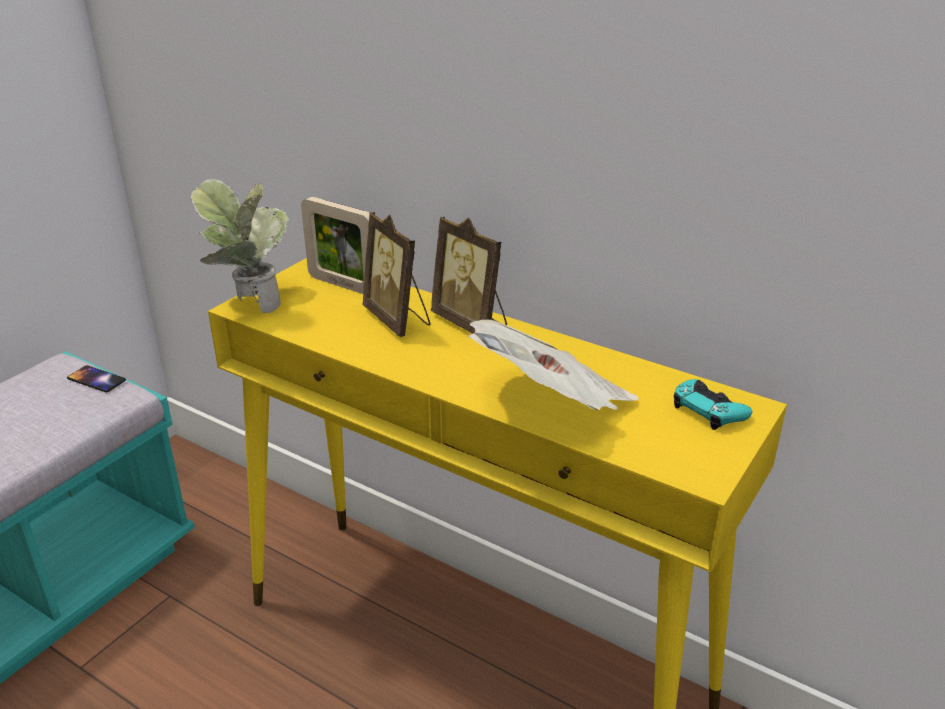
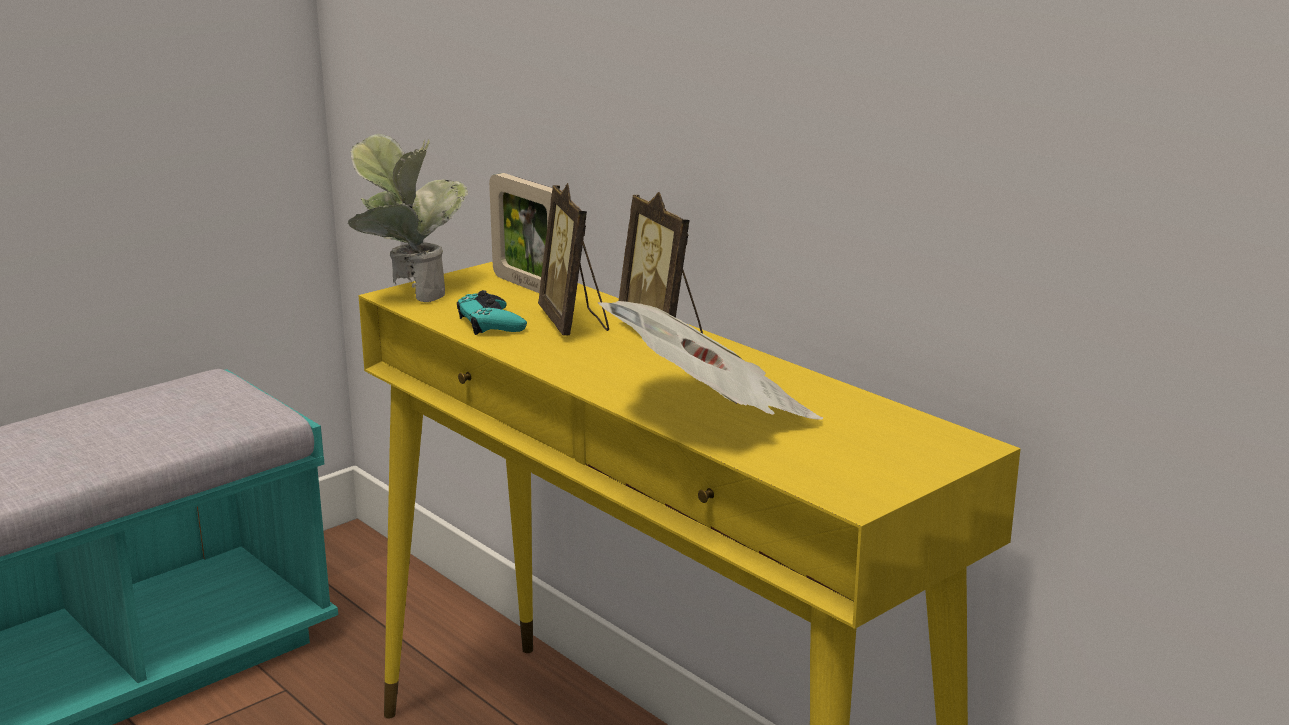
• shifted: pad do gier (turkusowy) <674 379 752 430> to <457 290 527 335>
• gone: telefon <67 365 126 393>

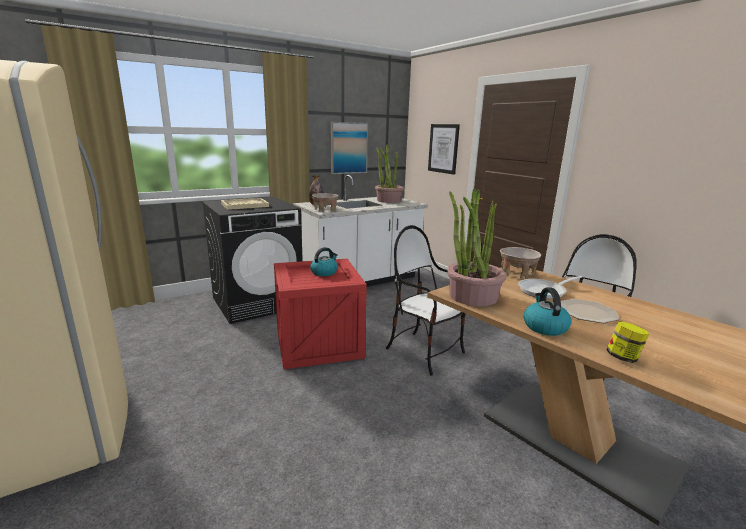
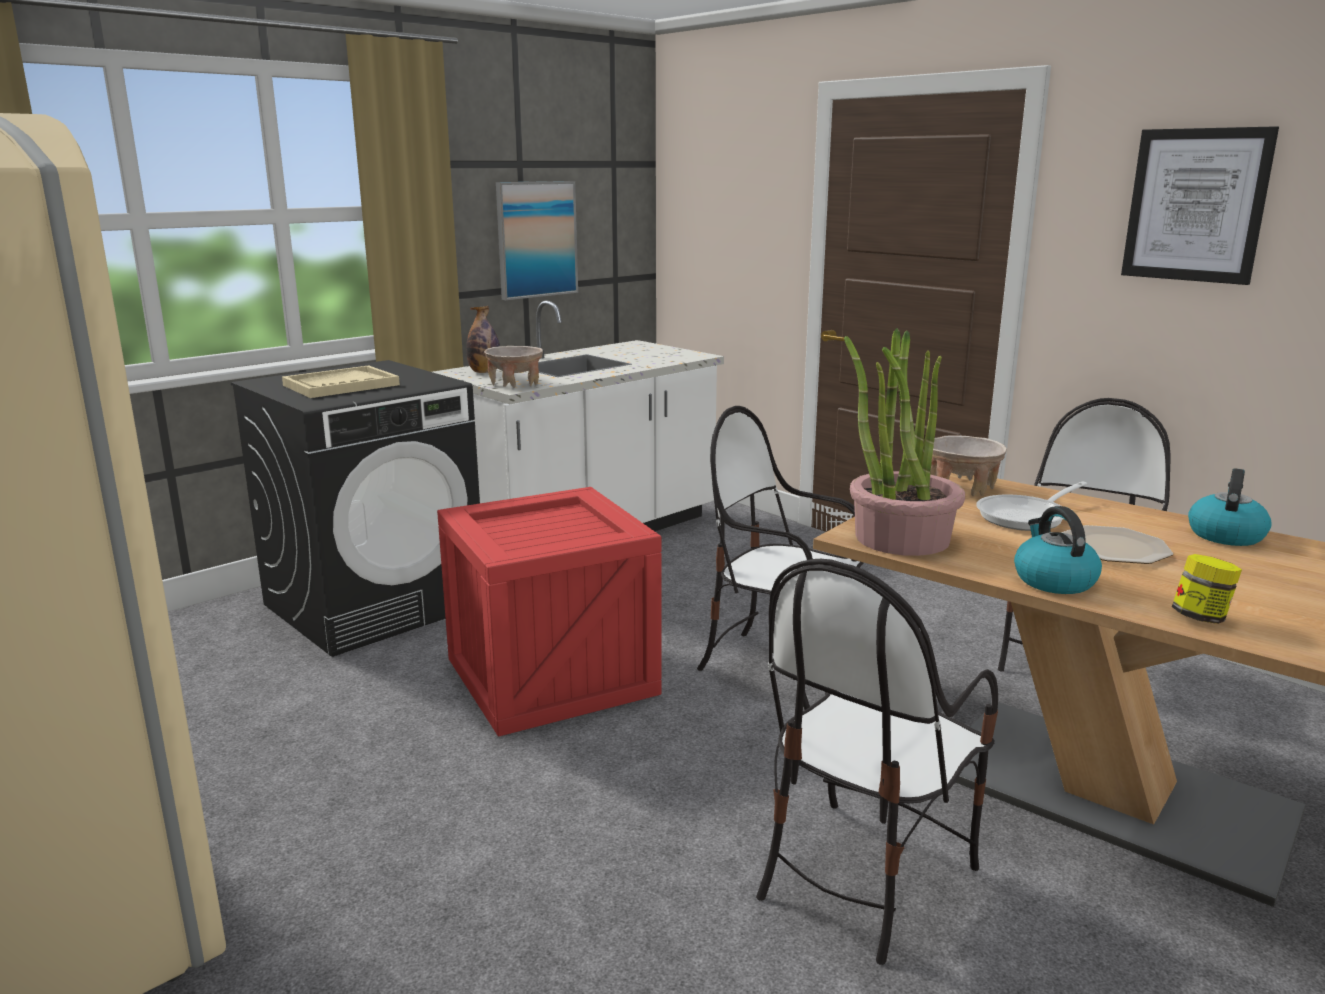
• new: krzesło <756 559 998 965>
• shifted: obraz <428 124 460 174> to <1121 126 1279 285>
• shifted: czajnik <310 247 338 276> to <1188 468 1272 546>
• gone: roślina doniczkowa <375 145 404 203>

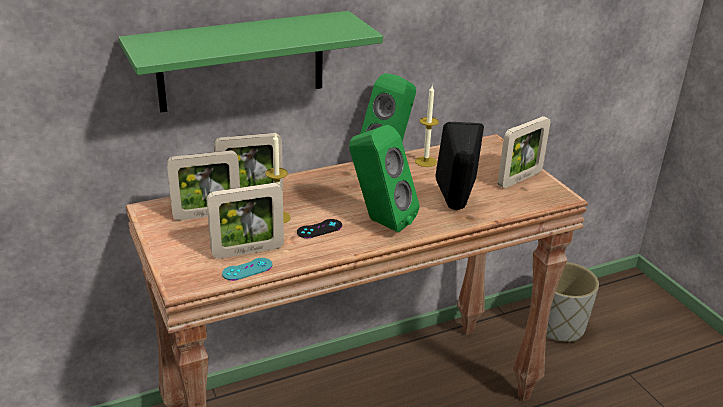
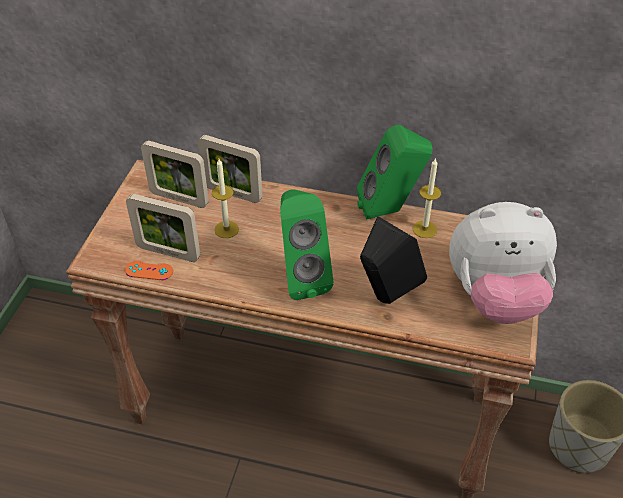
• repainted: pad do gier (turkusowy) <222 258 272 281> to pad do gier (pomarańczowy) <125 261 173 280>
• swapped: ramka na zdjęcie <498 116 550 188> to pluszak <449 202 557 324>
• gone: półka (zielony) <119 11 383 112>
• gone: pad do gier (czarny) <297 219 342 238>

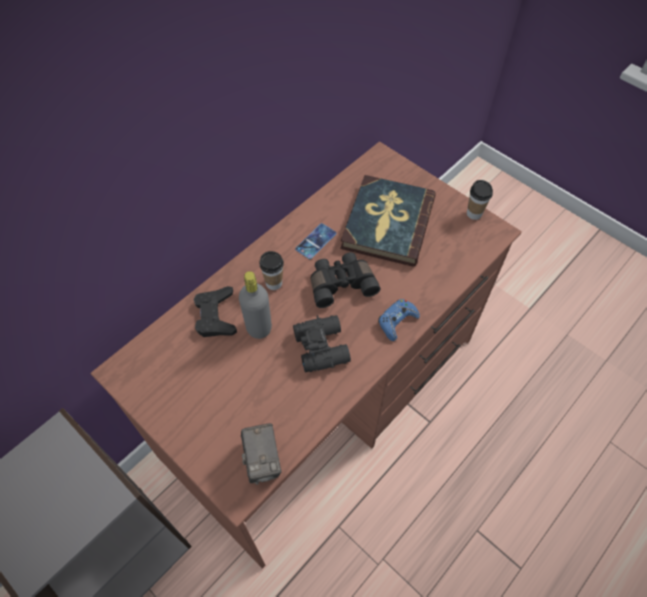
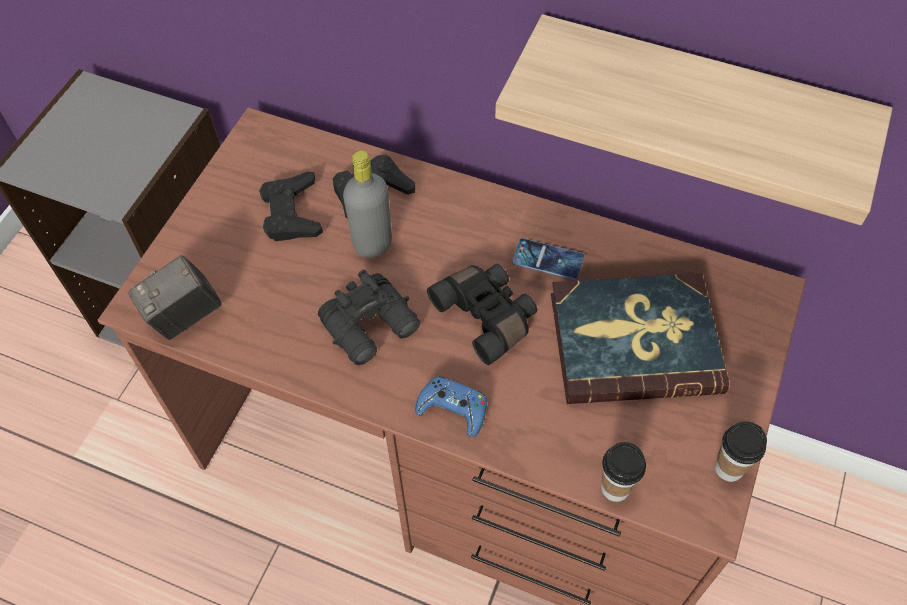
• new: pad do gier (czarny) <259 172 323 241>
• new: półka <495 14 893 225>
• shifted: filiżanka <259 251 284 290> to <601 442 646 502>

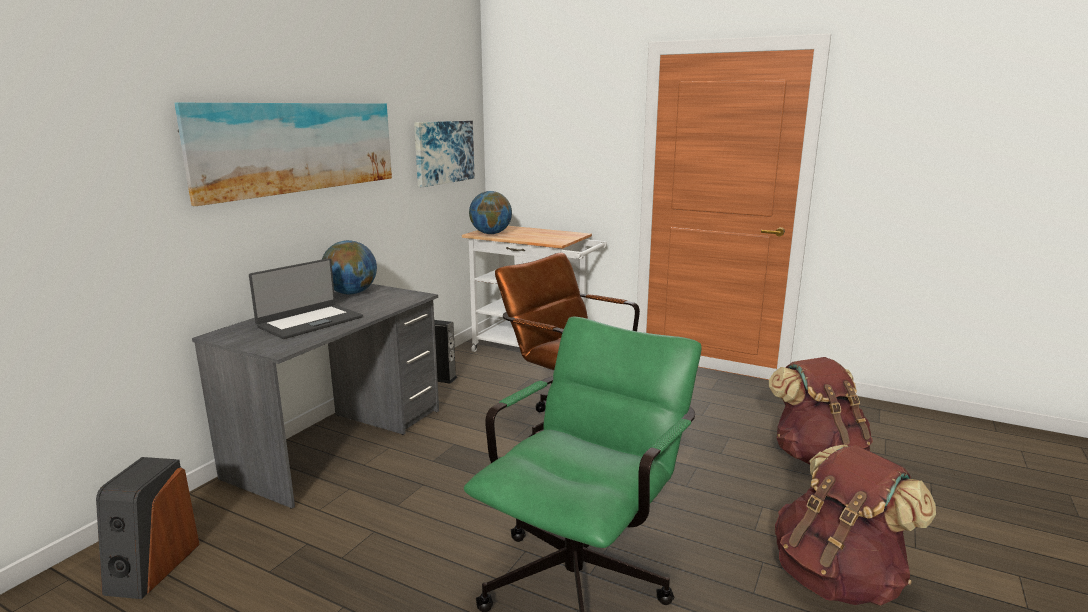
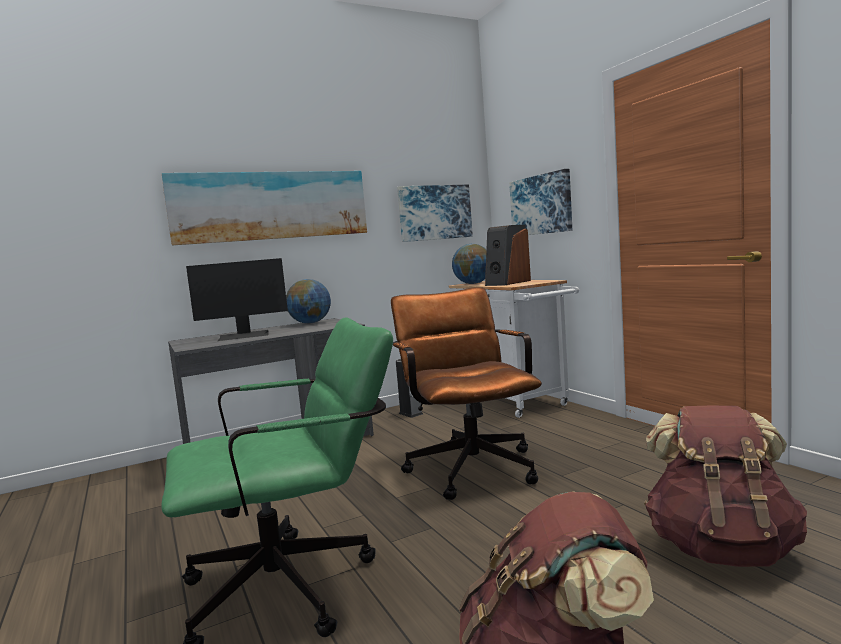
• swapped: laptop <249 258 363 339> to monitor <186 258 288 341>
• shifted: głośnik <96 457 200 599> to <485 225 531 286>
• new: obraz <509 169 572 235>

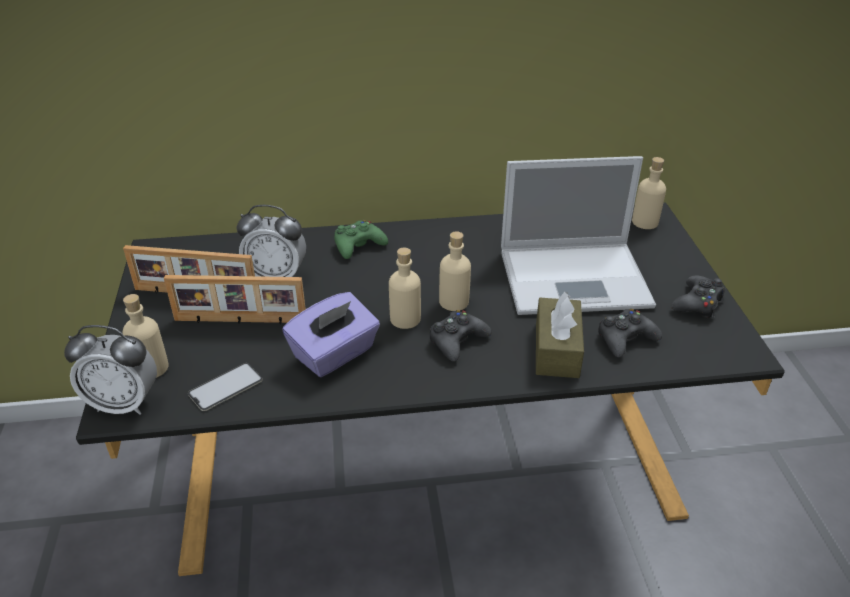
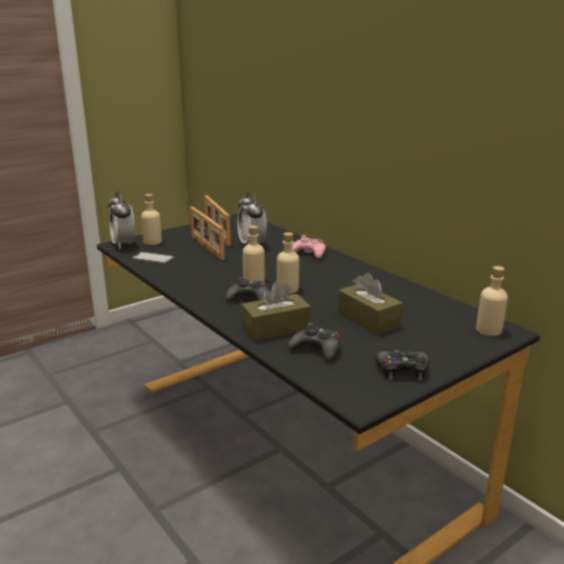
• repainted: pad do gier (zielony) <334 220 388 259> to pad do gier (różowy) <292 235 326 258>
• swapped: laptop <501 156 656 315> to pudełko chusteczek (brązowy) <338 272 403 335>
• gone: pudełko chusteczek (fioletowy) <283 292 380 377>

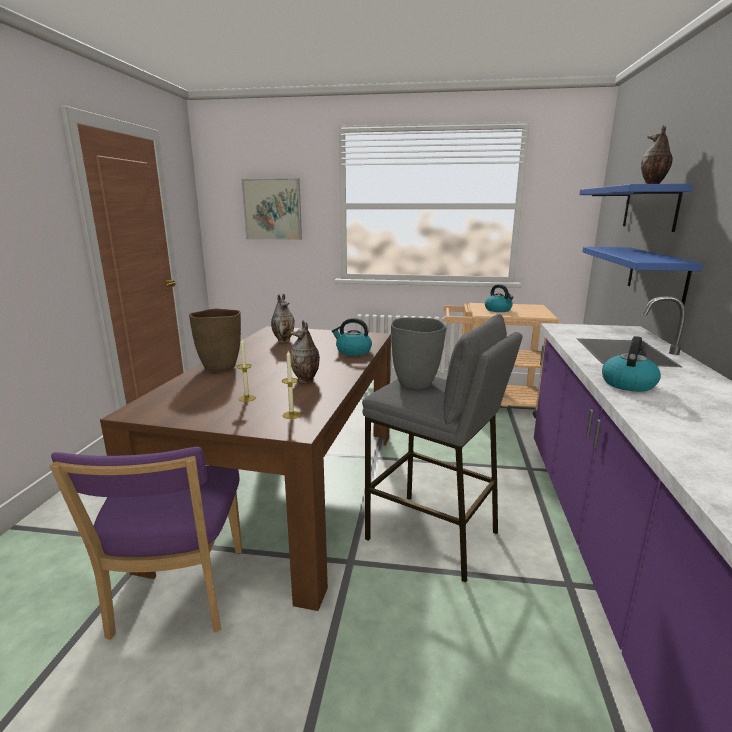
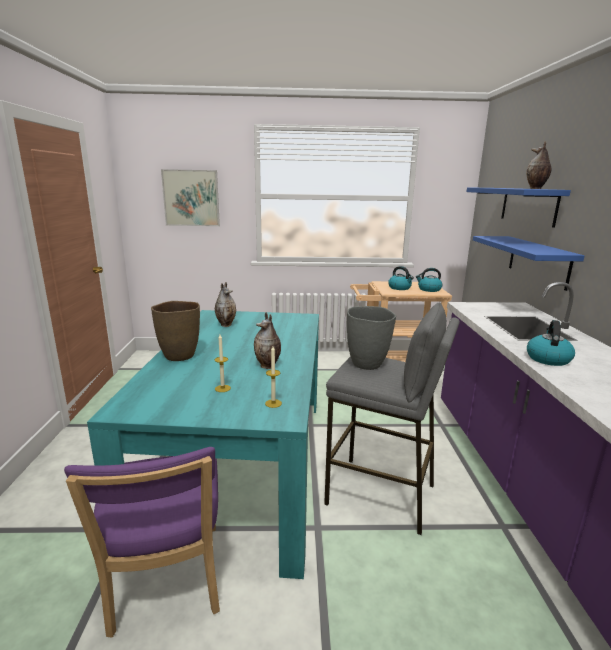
• repainted: stół jadalny (brązowy) <100 326 391 611> to stół jadalny (turkusowy) <87 310 319 579>
• shifted: czajnik <332 318 372 356> to <416 268 443 292>

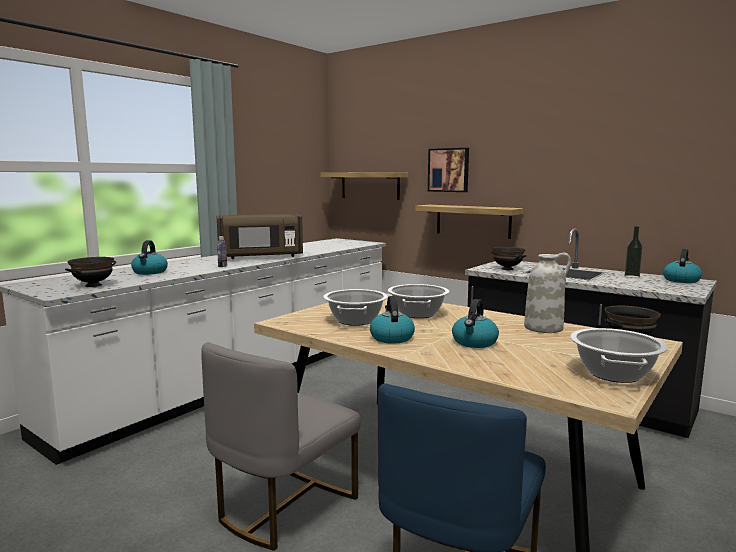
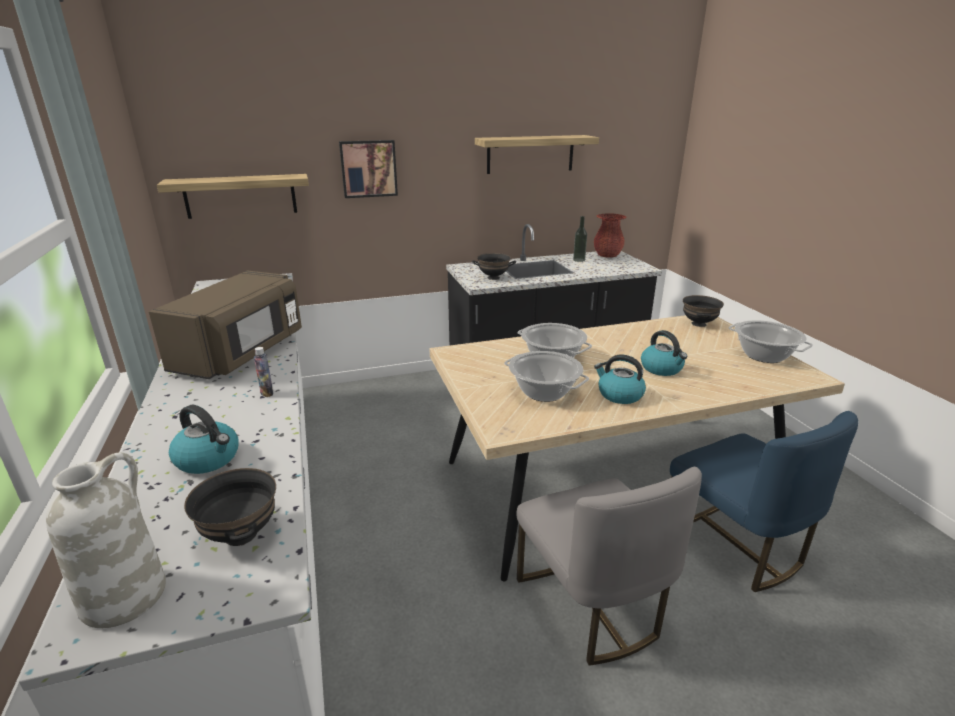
• shifted: wazon (biały) <524 253 571 333> to <46 452 166 628>
• shifted: półka <415 205 524 239> to <475 135 599 174>
• swapped: czajnik <663 249 702 283> to wazon (czerwony) <593 214 626 258>

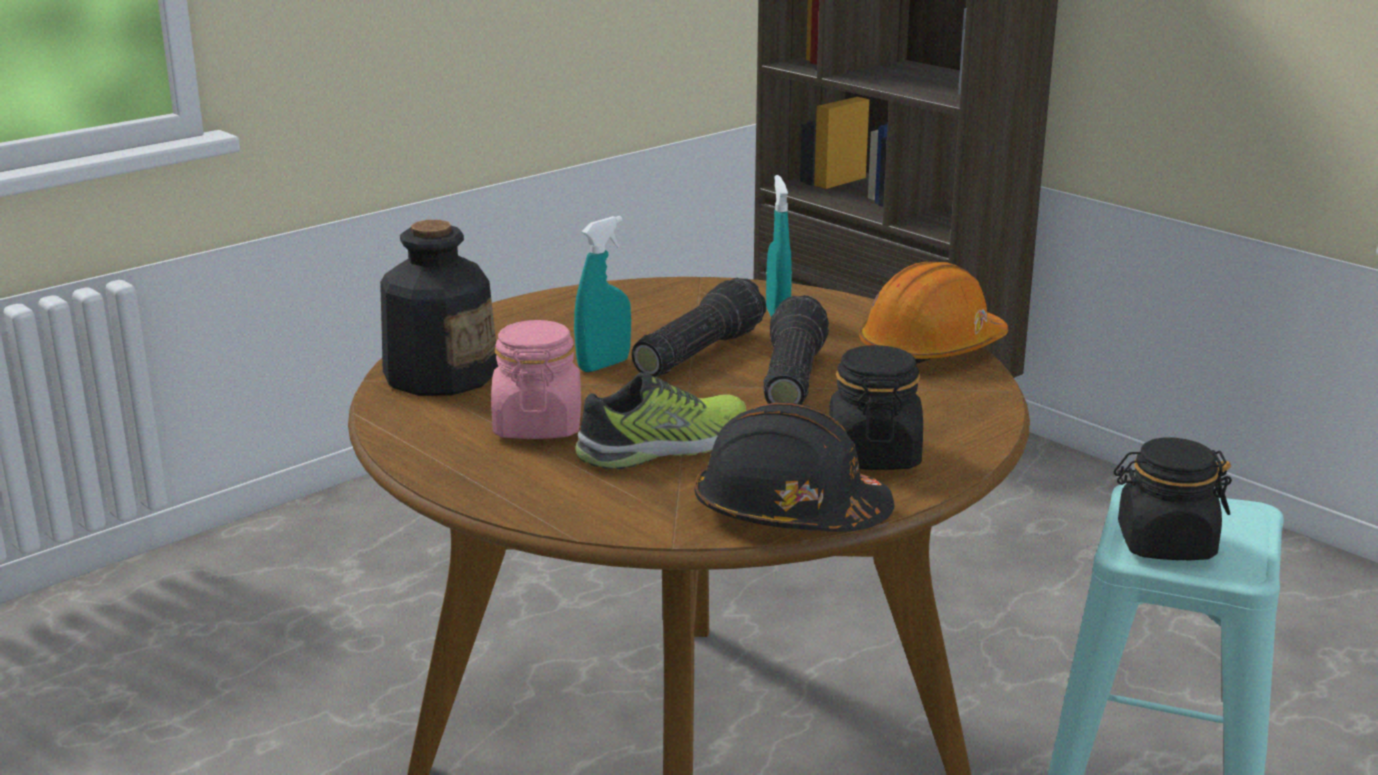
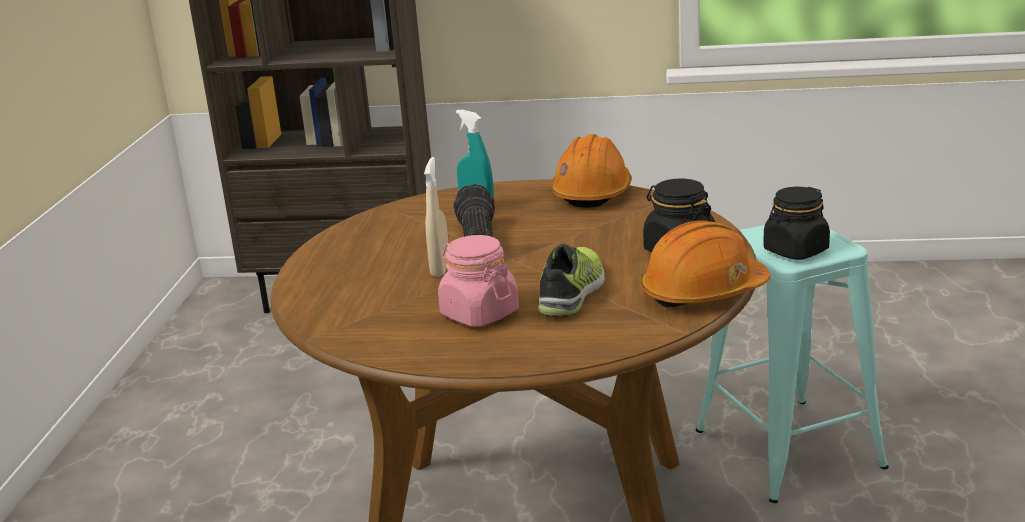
• repainted: spryskiwacz (turkusowy) <574 216 631 372> to spryskiwacz (beżowy) <424 157 449 277>
• repainted: kask (czarny) <695 402 894 532> to kask (pomarańczowy) <640 220 770 308>
• gone: butelka <380 220 498 396>
• gone: latarka <763 295 829 405>

